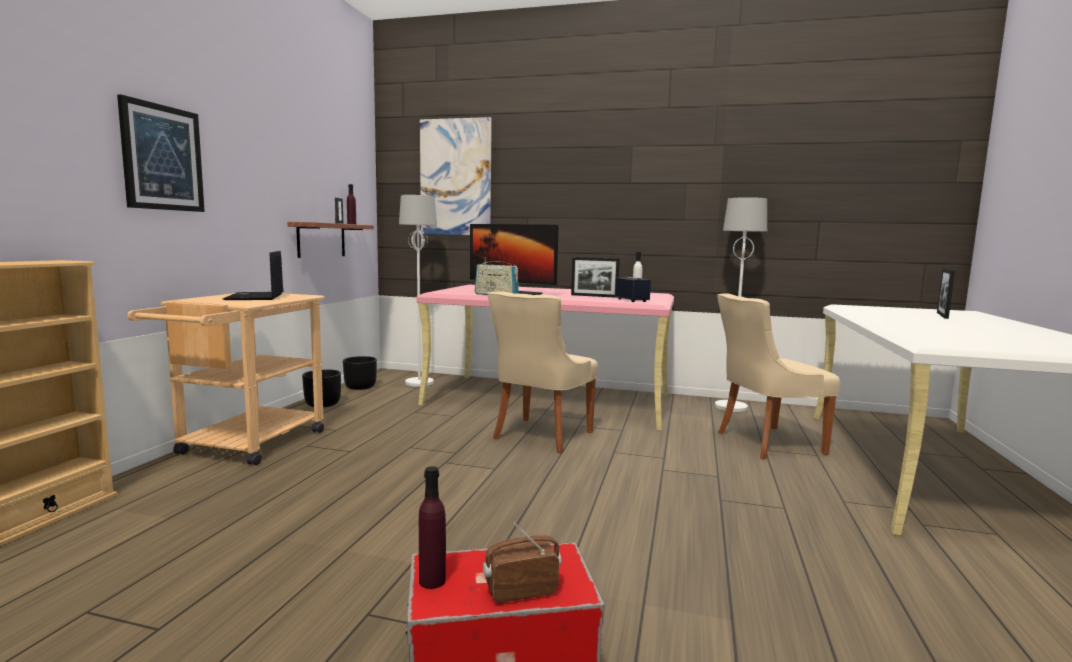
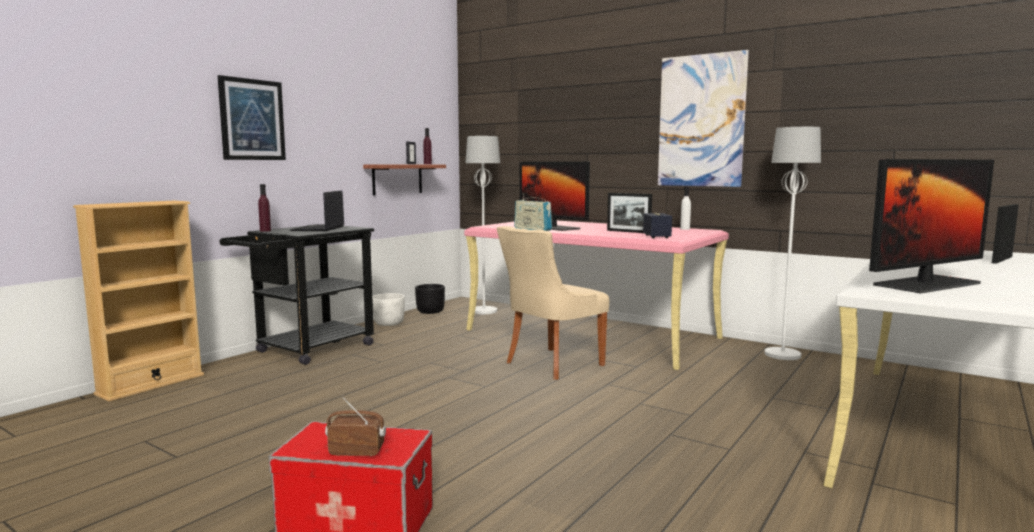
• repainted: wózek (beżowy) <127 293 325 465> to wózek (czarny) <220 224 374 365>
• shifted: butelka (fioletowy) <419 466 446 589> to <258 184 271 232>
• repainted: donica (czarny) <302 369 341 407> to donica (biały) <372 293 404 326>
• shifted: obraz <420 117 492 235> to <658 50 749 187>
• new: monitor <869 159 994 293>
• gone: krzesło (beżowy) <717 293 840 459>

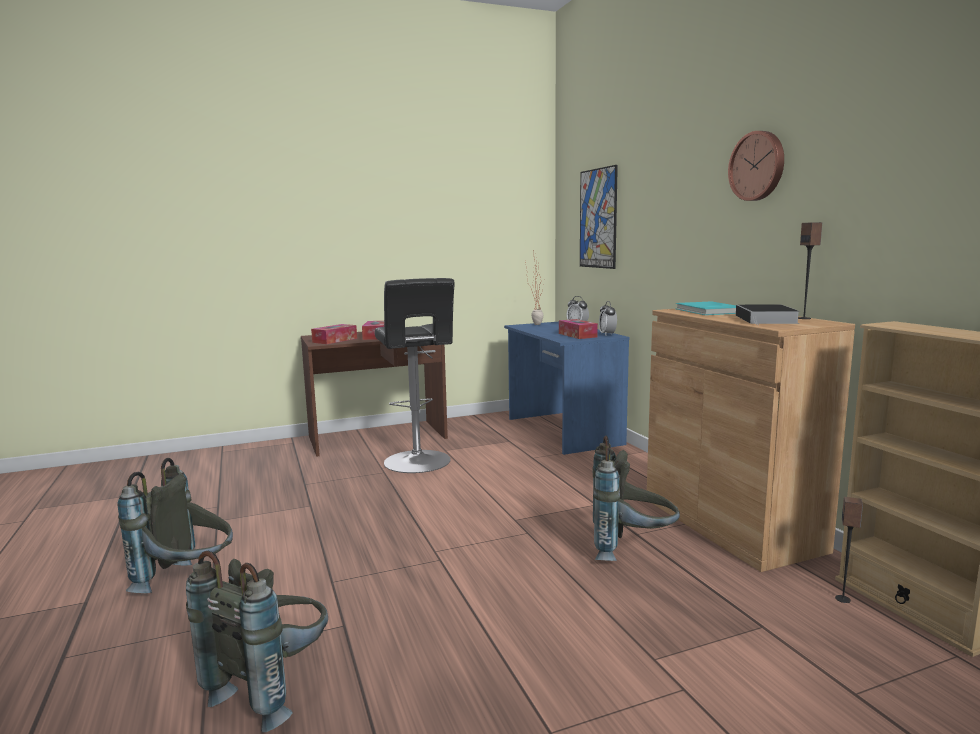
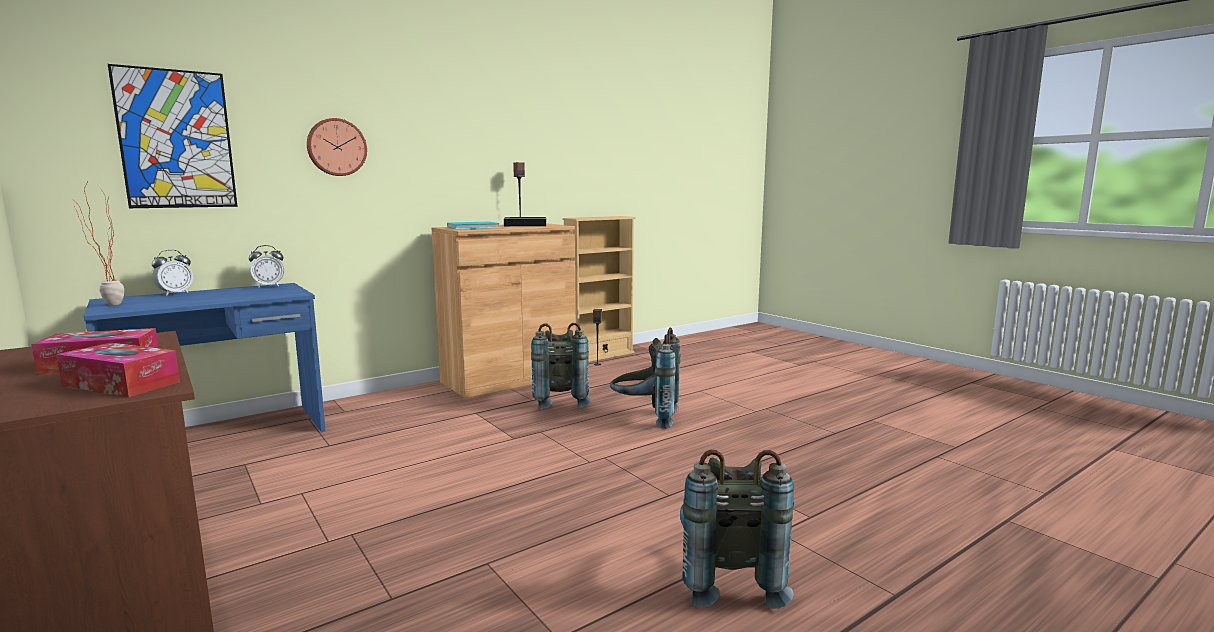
• shifted: zegar ścienny <728 131 784 201> to <307 118 367 176>
• shifted: plecak (szary) <186 551 328 733> to <610 327 681 429>
• gone: stołek (czarny) <375 278 455 473>
• gone: pudełko chusteczek <559 319 598 339>

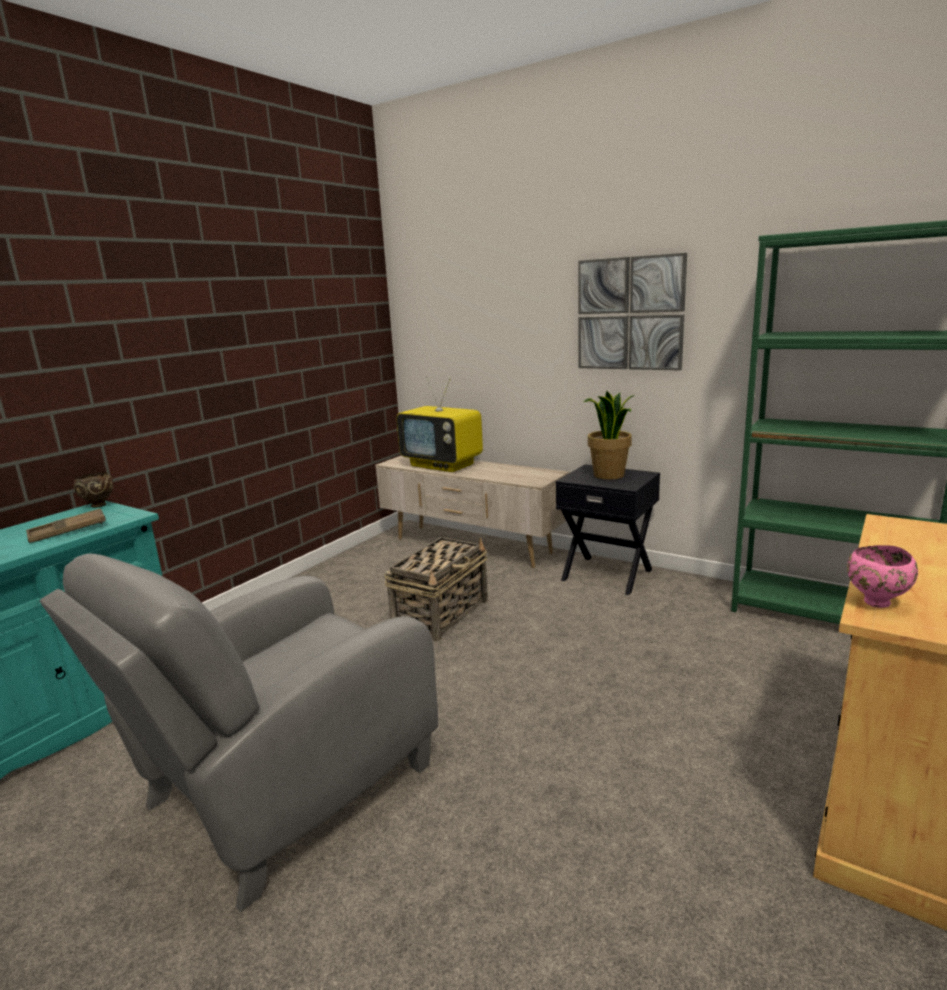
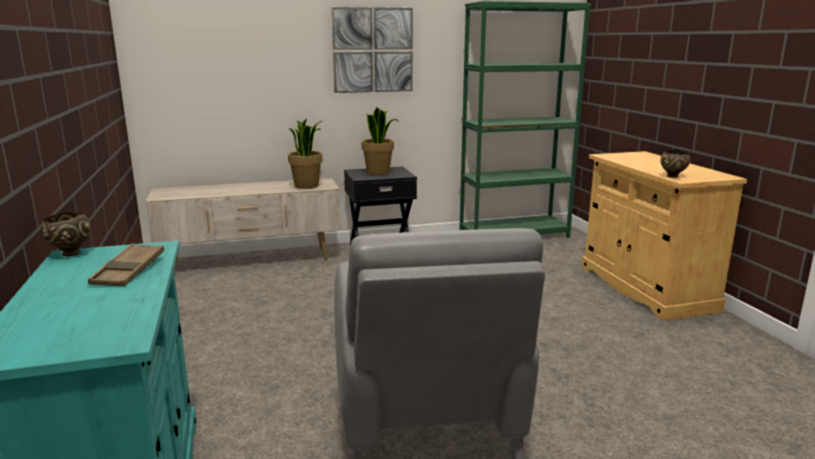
• new: roślina doniczkowa <288 118 323 189>
• repainted: miska (różowy) <847 545 918 608> to miska (brązowy) <661 149 690 178>
• gone: koszyk <384 537 488 641>
• gone: telewizor <397 376 483 472>

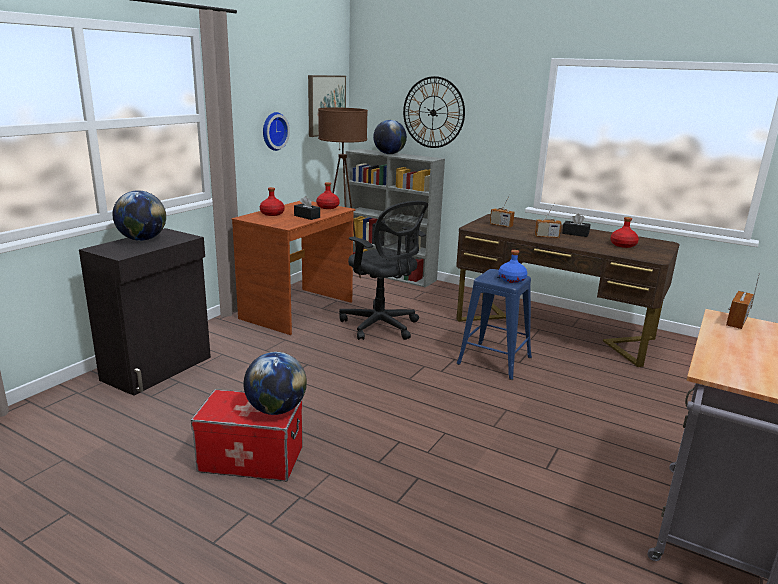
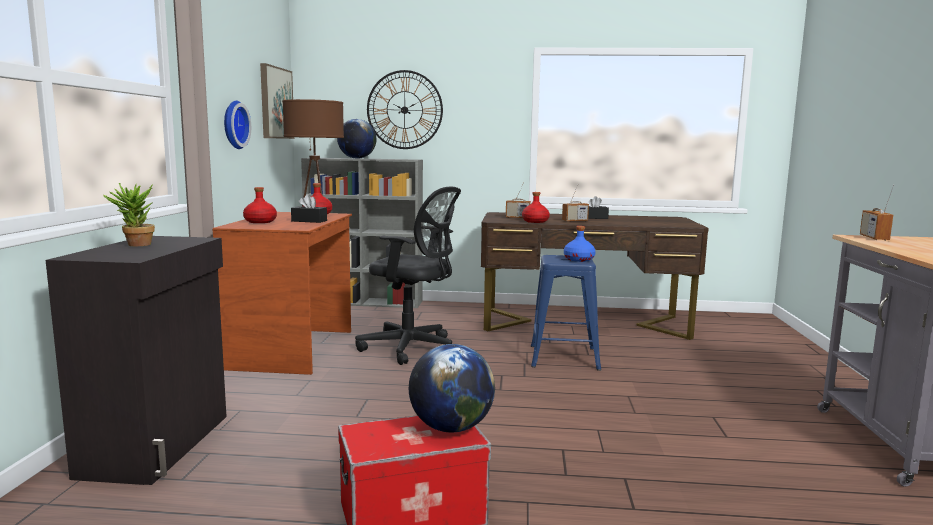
• swapped: globus <113 190 166 241> to roślina doniczkowa <103 183 155 246>
• shifted: butelka (czerwony) <610 217 639 248> to <522 192 550 223>

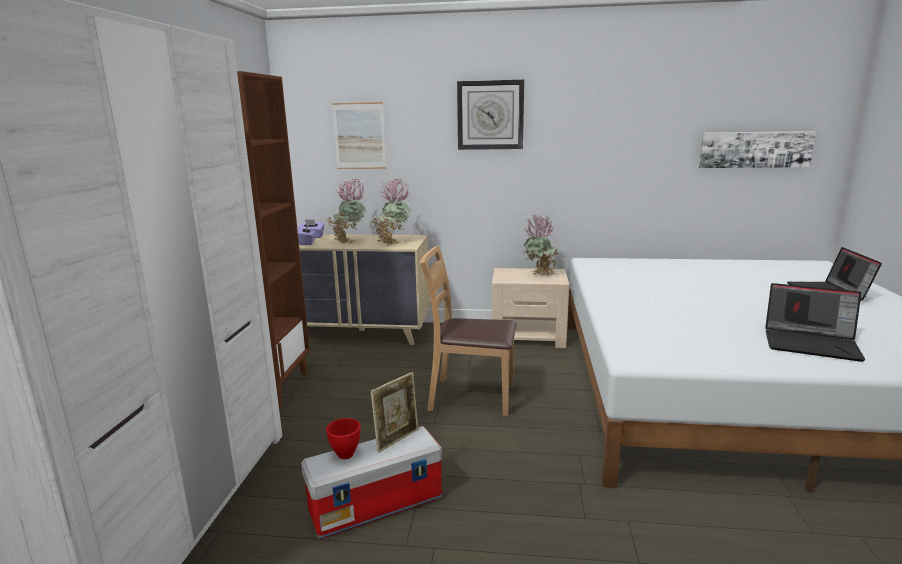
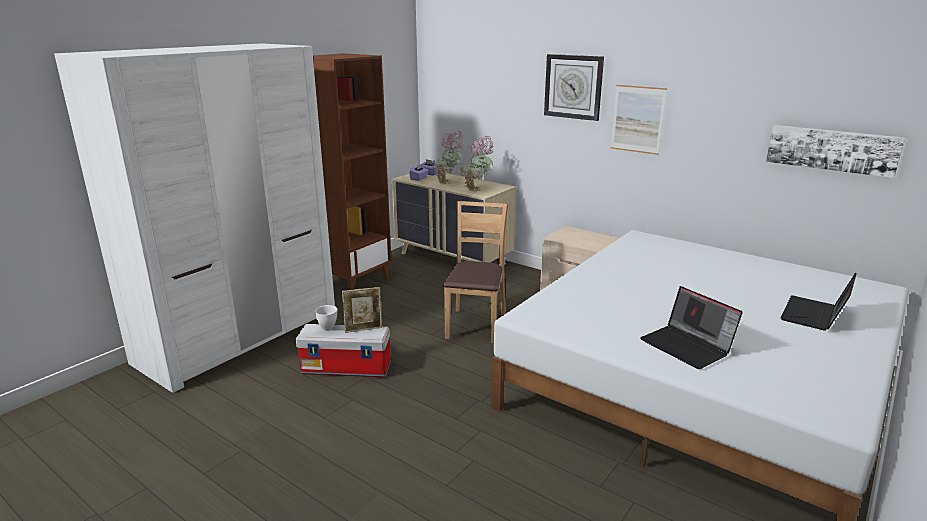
• repainted: miska (czerwony) <326 418 361 459> to miska (biały) <315 305 337 331>
• rotated: krzesło (brązowy) <420 246 517 416> = <443 201 508 344> 60 degrees clockwise
• shifted: obraz <332 102 386 169> to <611 85 667 155>
• gone: roślina doniczkowa <522 214 560 276>

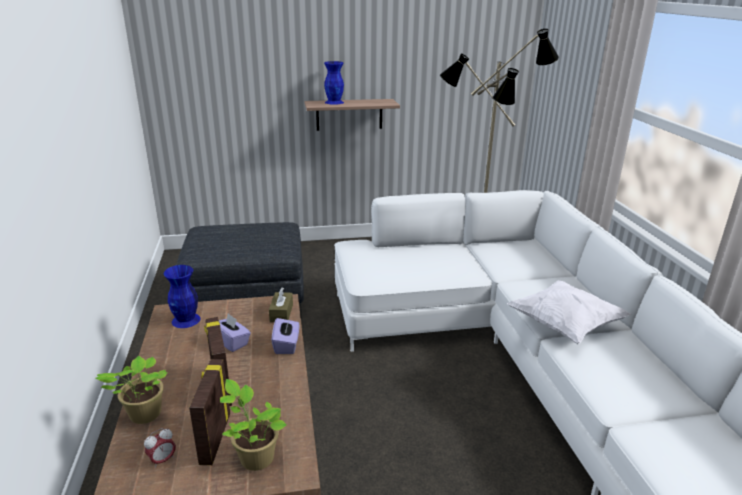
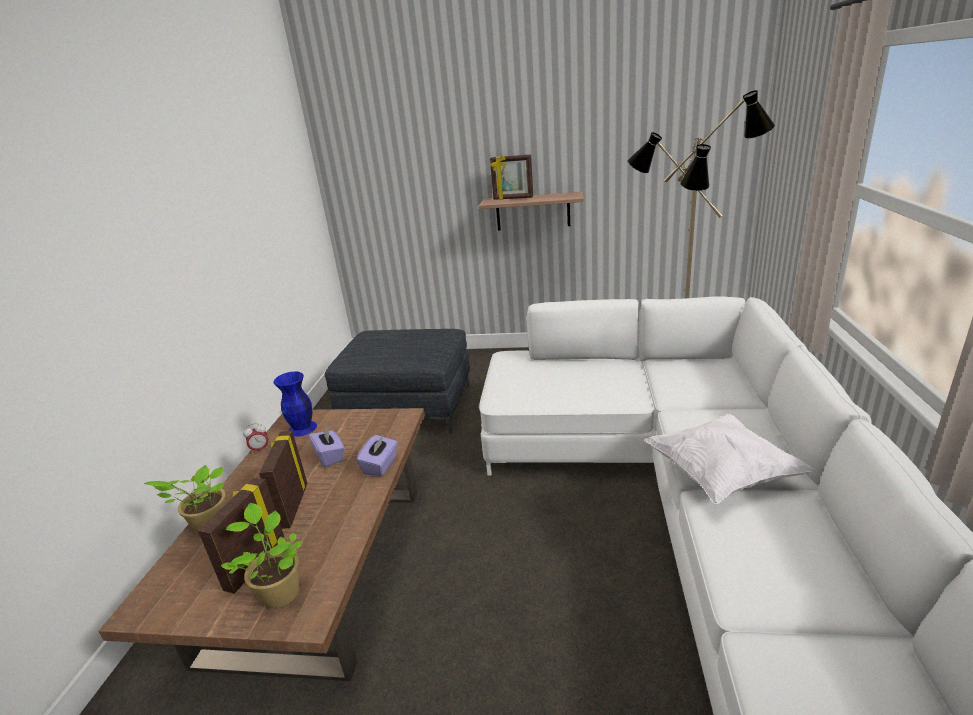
• shifted: budzik <144 428 176 468> to <243 423 269 454>
• swapped: wazon (niebieski) <324 61 344 105> to ramka na zdjęcie <490 155 533 200>
• gone: pudełko chusteczek (brązowy) <269 288 293 322>

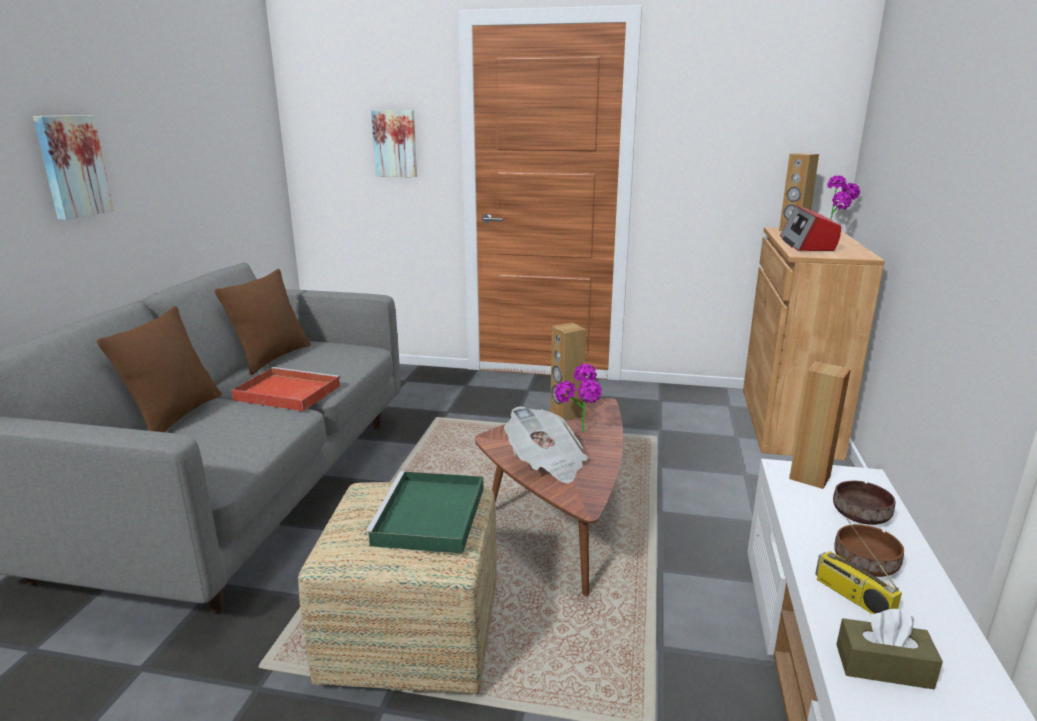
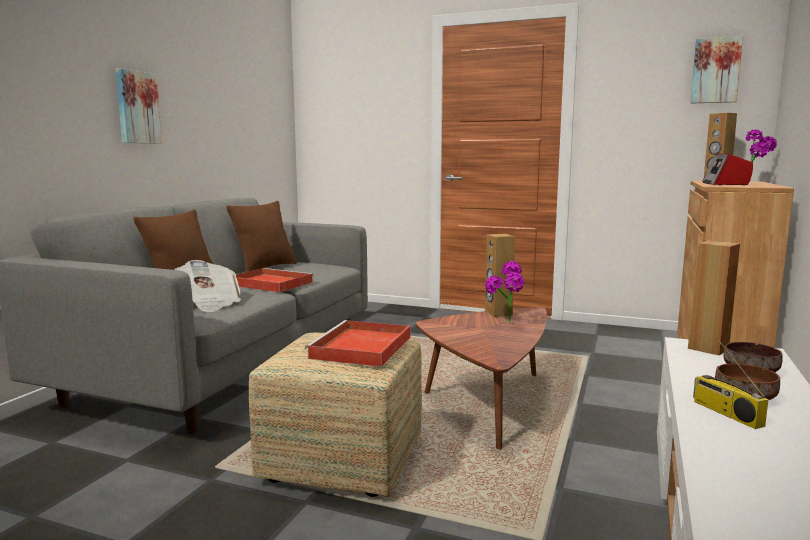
• shifted: gazeta <504 406 588 483> to <174 260 241 312>
• repainted: taca (zielony) <364 471 483 554> to taca (czerwony) <305 320 410 367>
• shifted: obraz <371 110 417 177> to <691 36 743 104>
• gone: pudełko chusteczek (brązowy) <836 609 943 689>

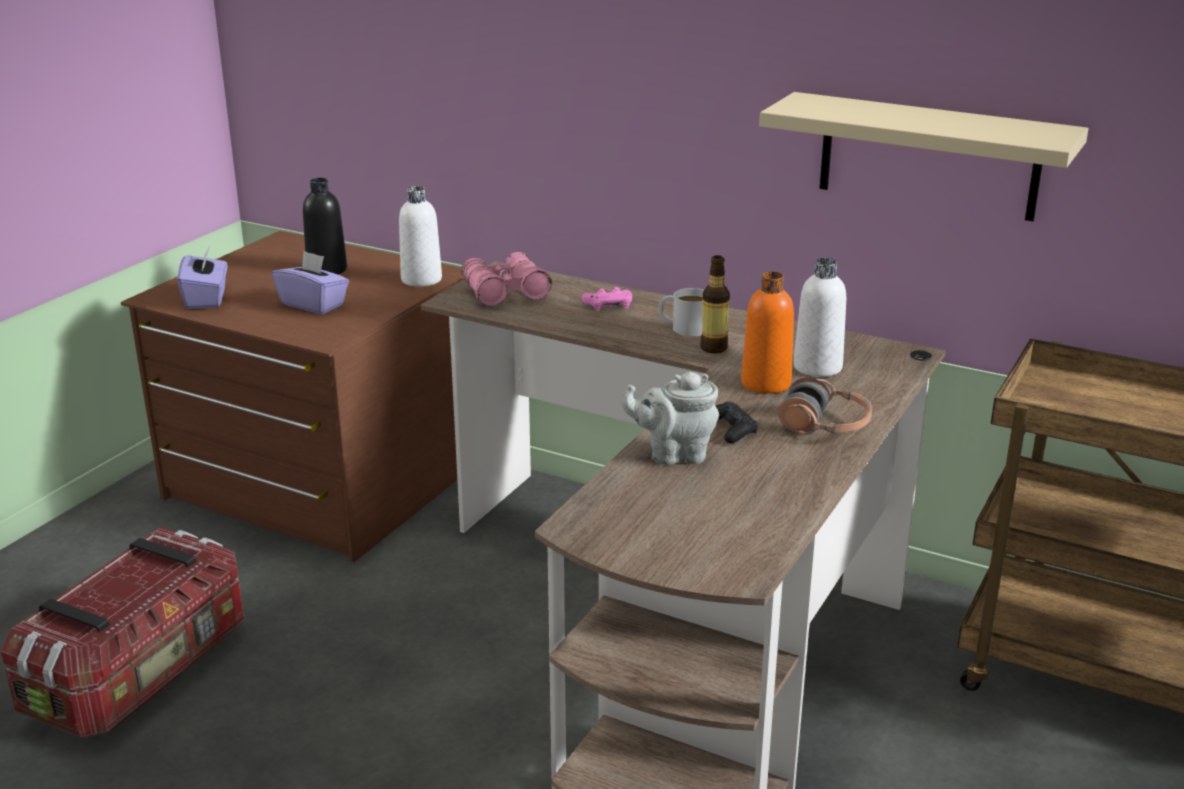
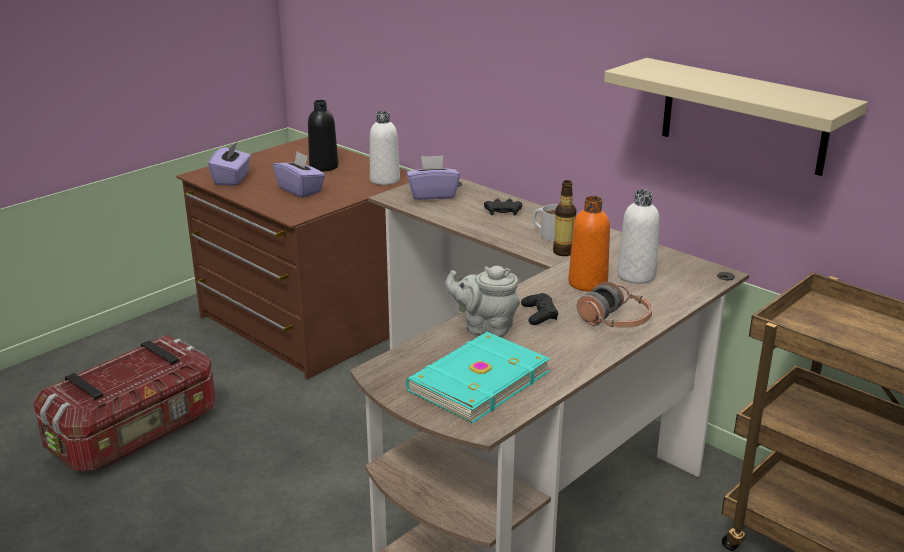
• swapped: lornetka (różowy) <461 252 552 306> to pudełko chusteczek (fioletowy) <406 155 460 200>
• new: książka (turkusowy) <406 332 550 424>
• repainted: pad do gier (różowy) <582 287 632 311> to pad do gier (czarny) <484 198 522 215>

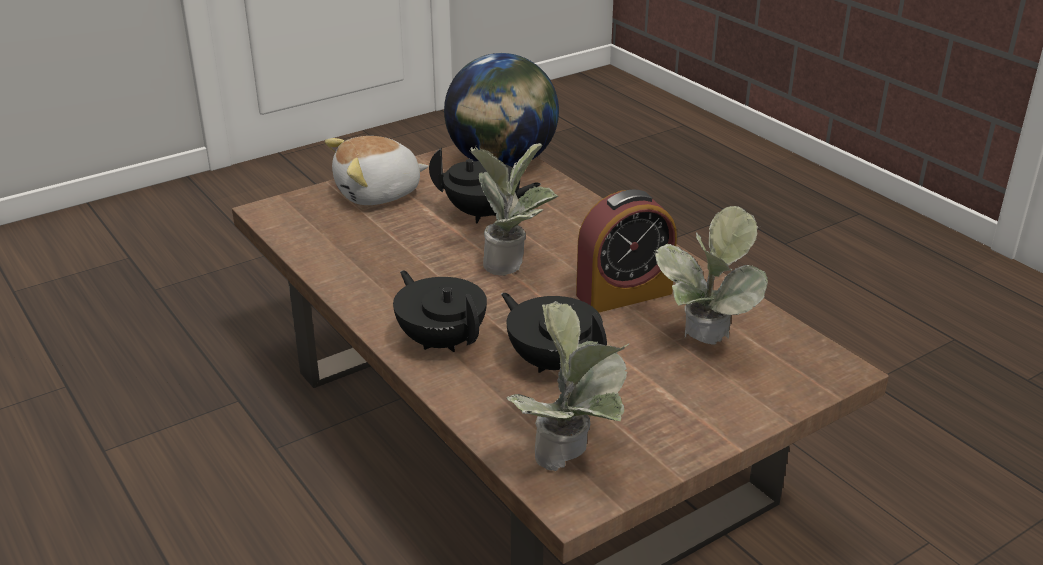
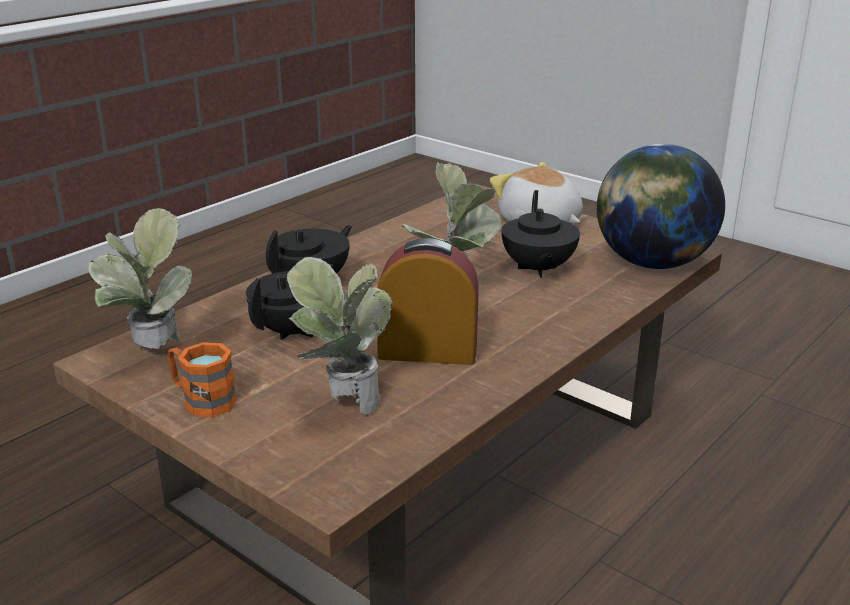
• new: kubek (pomarańczowy) <168 342 237 417>
• rotated: budzik <576 189 677 312> = <377 238 479 365> 135 degrees clockwise

